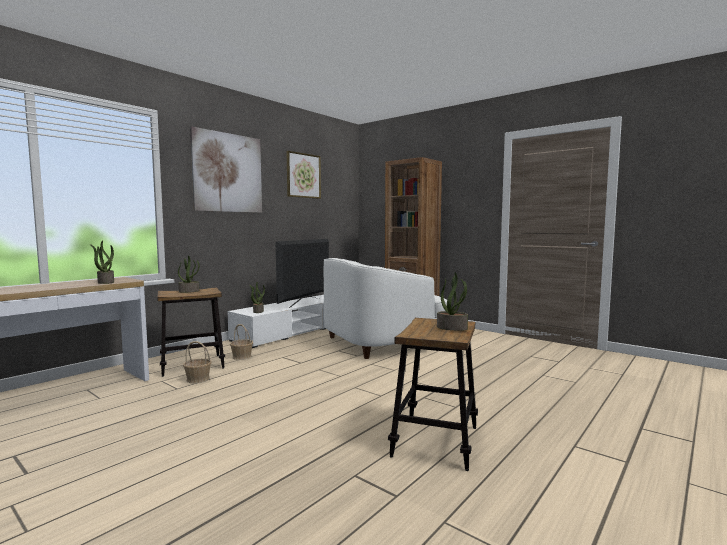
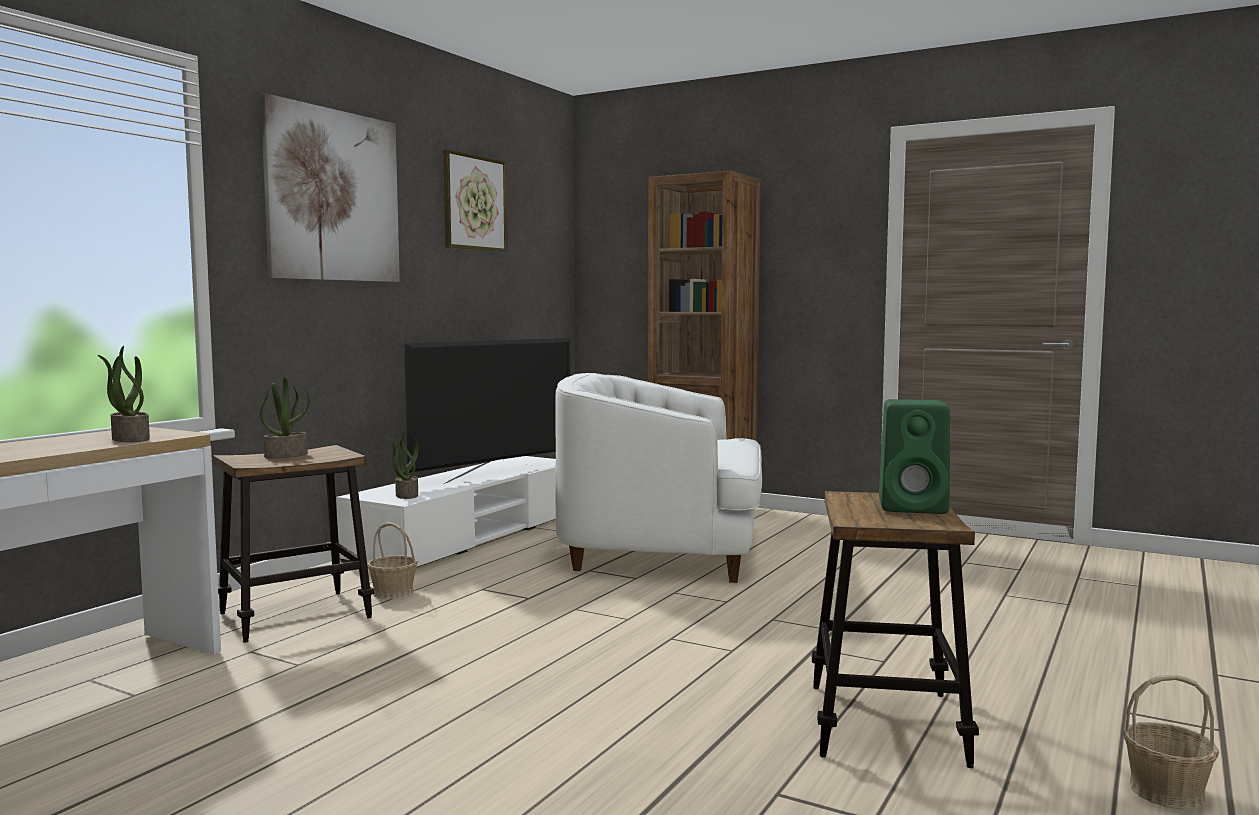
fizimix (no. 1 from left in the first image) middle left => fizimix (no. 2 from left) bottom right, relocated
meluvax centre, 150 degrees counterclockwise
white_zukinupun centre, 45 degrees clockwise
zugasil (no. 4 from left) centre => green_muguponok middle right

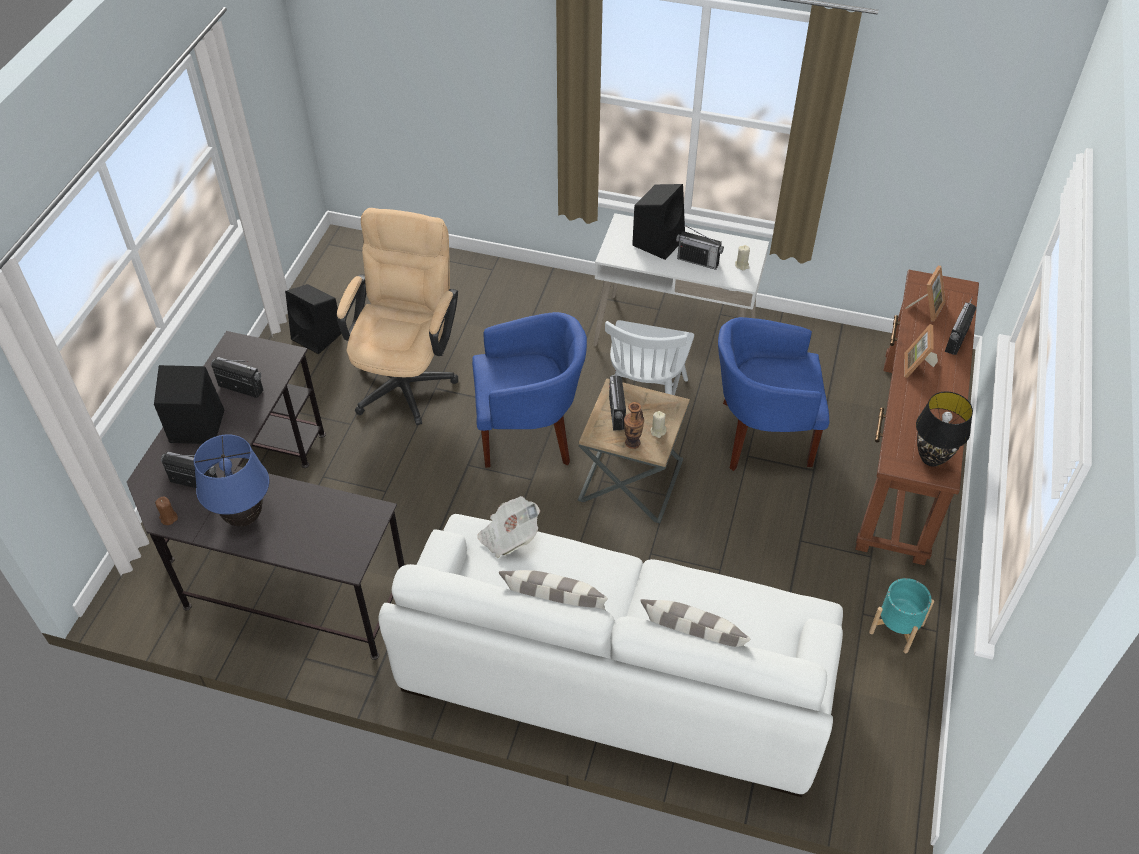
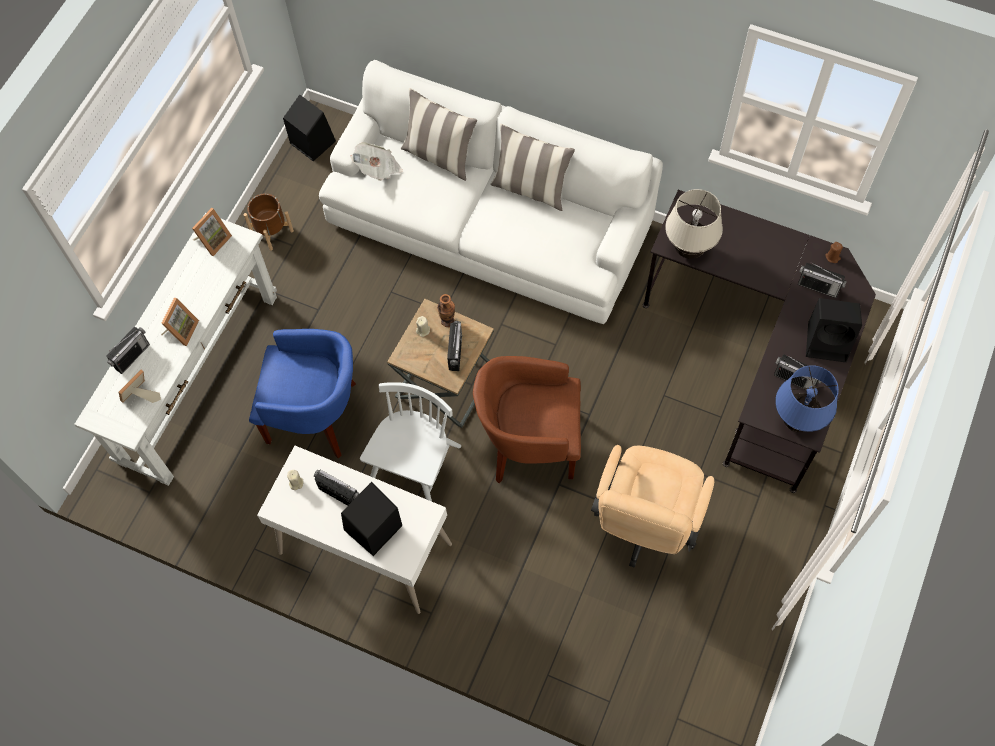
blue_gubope middle left => blue_gubope middle right, relocated
black_muguponok (no. 2 from left in the first image) middle left => black_muguponok (no. 1 from left) top left, relocated
blue_zukinupun (no. 1 from left) centre => brown_zukinupun centre
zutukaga centre => zutukaga top centre, relocated
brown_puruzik middle right => white_puruzik middle left
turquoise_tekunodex bottom right => brown_tekunodex top left
black_gubope middle right => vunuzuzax (no. 3 from left) top left
nothing => beige_gubope top right

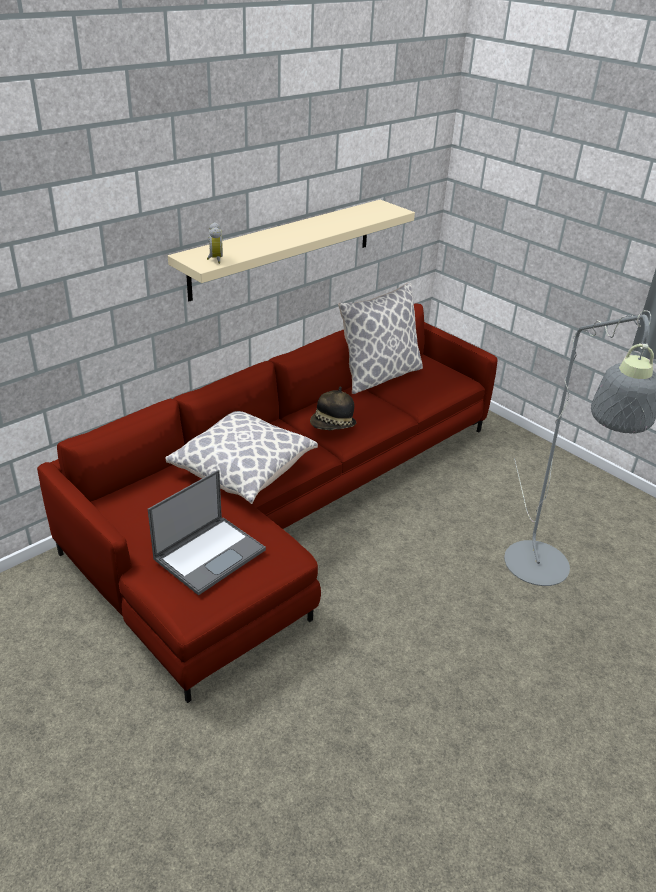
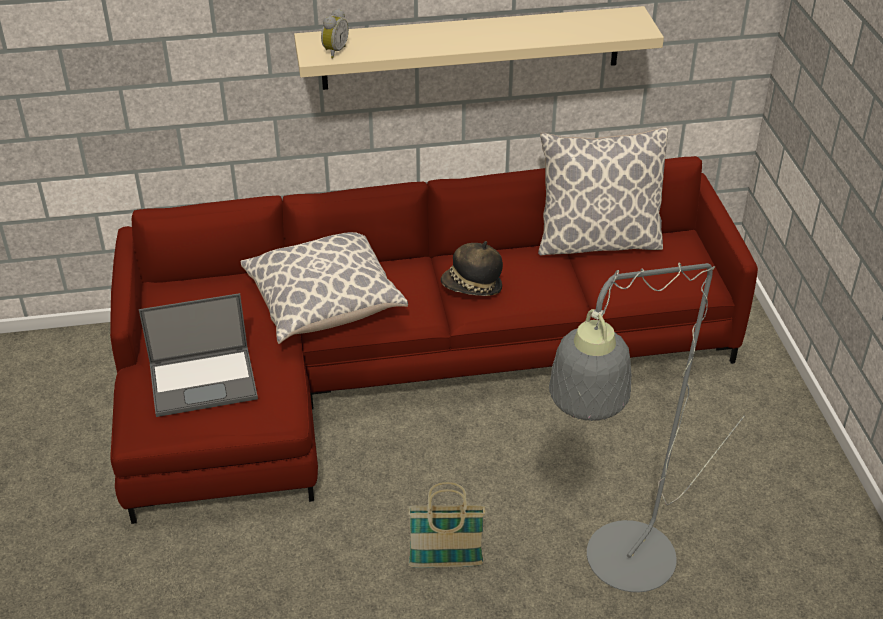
nothing => fizimix bottom centre

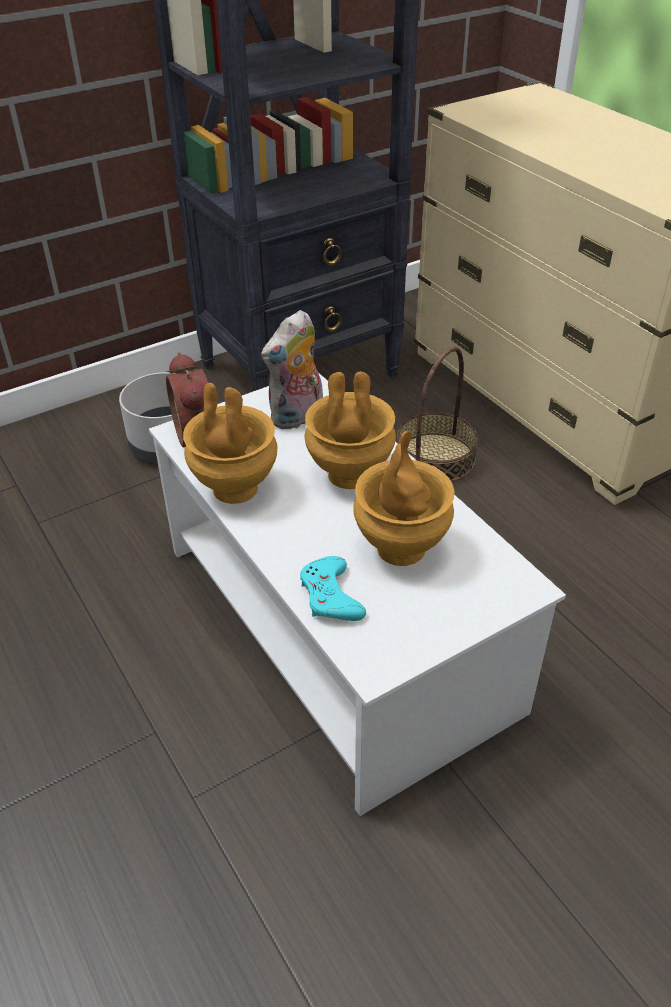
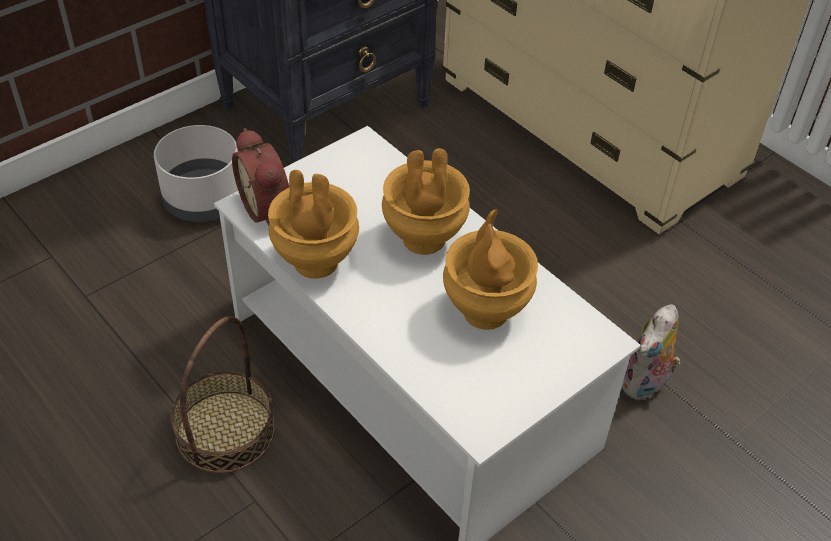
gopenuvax centre => gopenuvax middle right, relocated
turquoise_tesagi centre => nothing
fizimix centre => fizimix bottom left, relocated

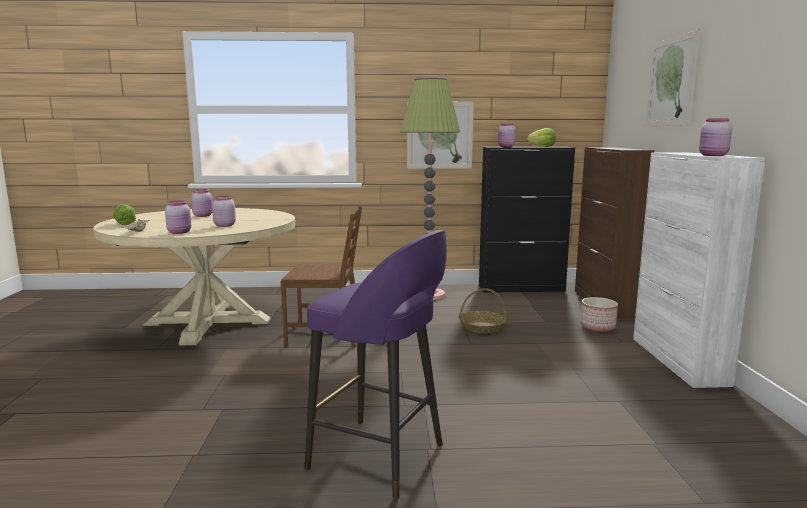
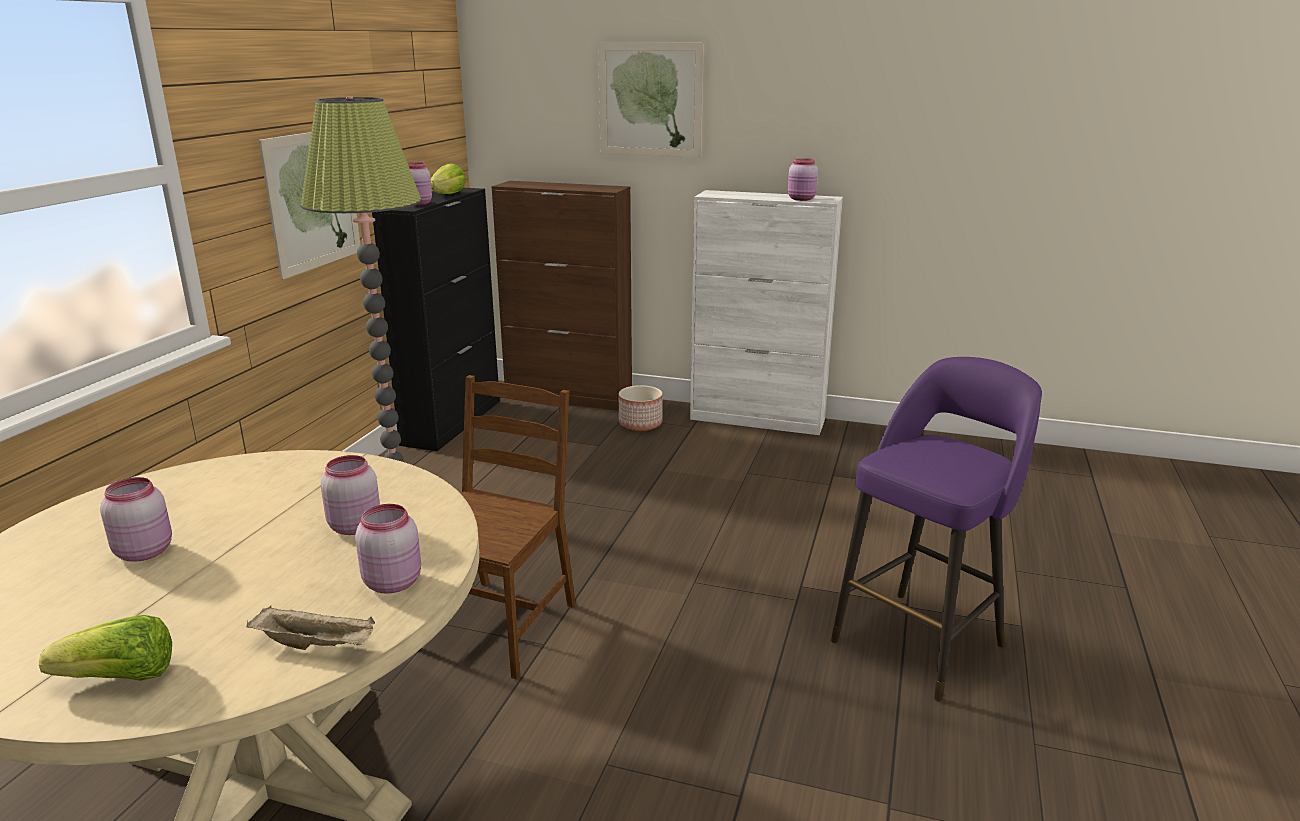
fizimix centre => nothing

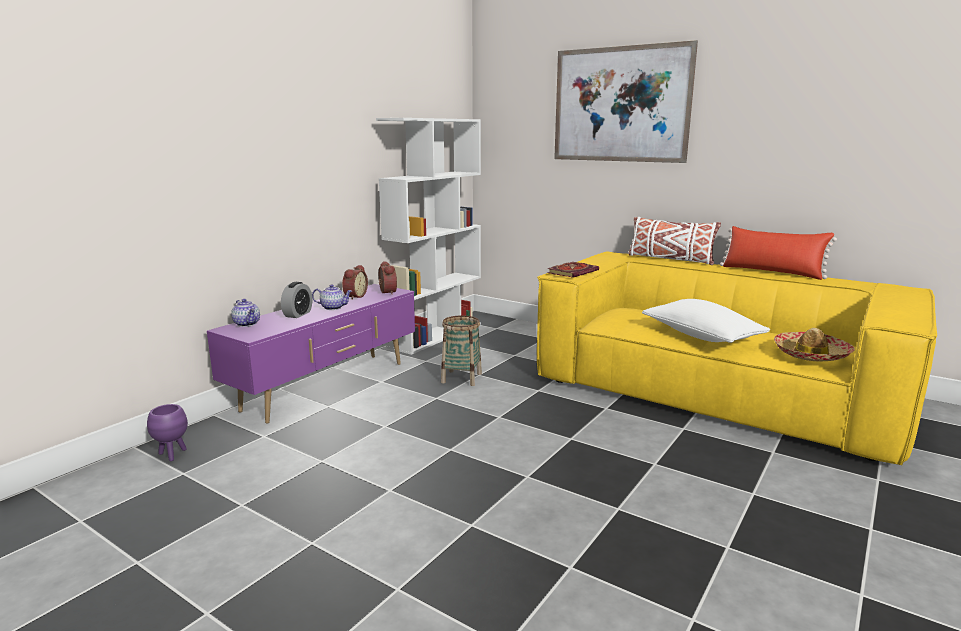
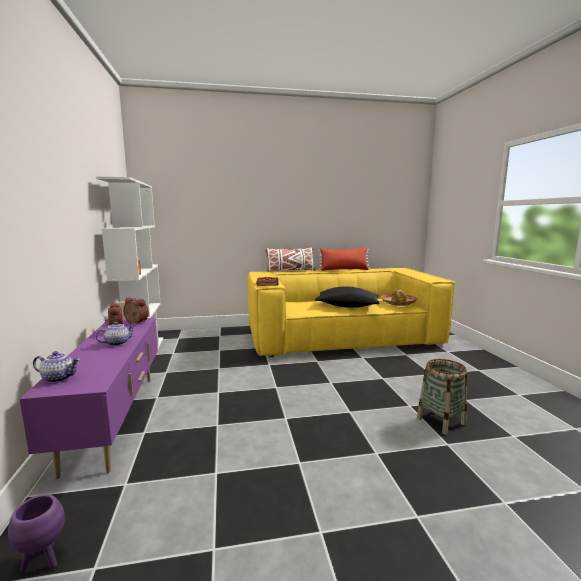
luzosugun (no. 1 from left) middle left => nothing
fizimix centre => fizimix bottom right, relocated
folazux top centre => nothing
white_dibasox (no. 2 from left) middle right => black_dibasox centre

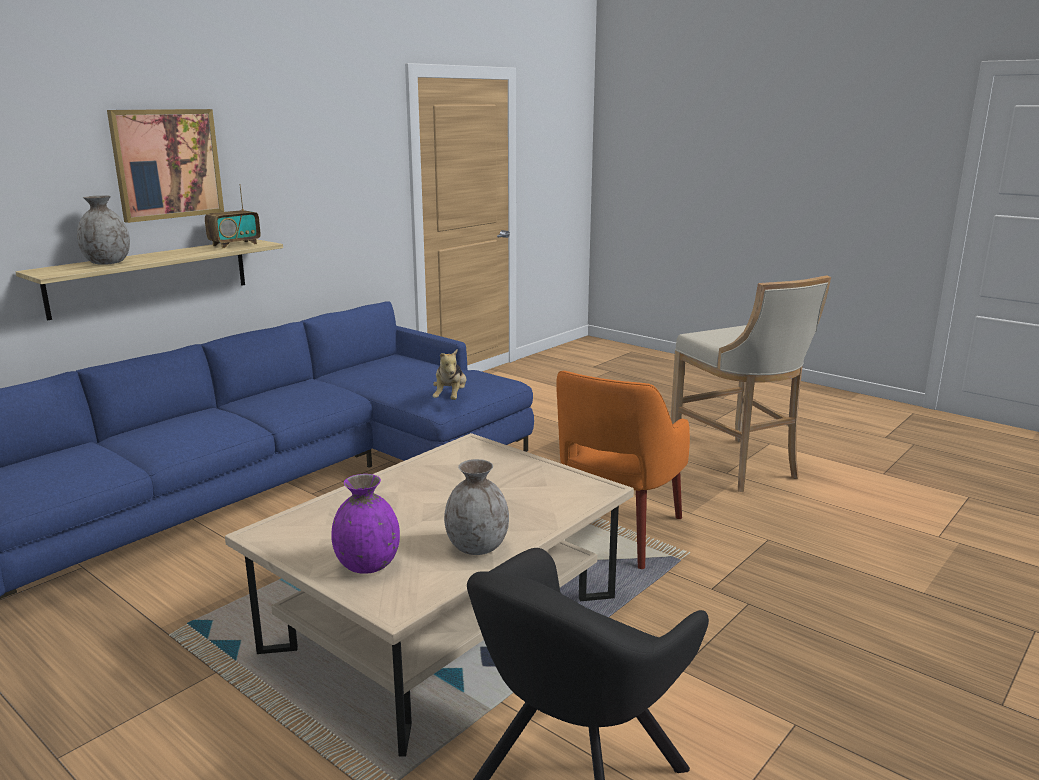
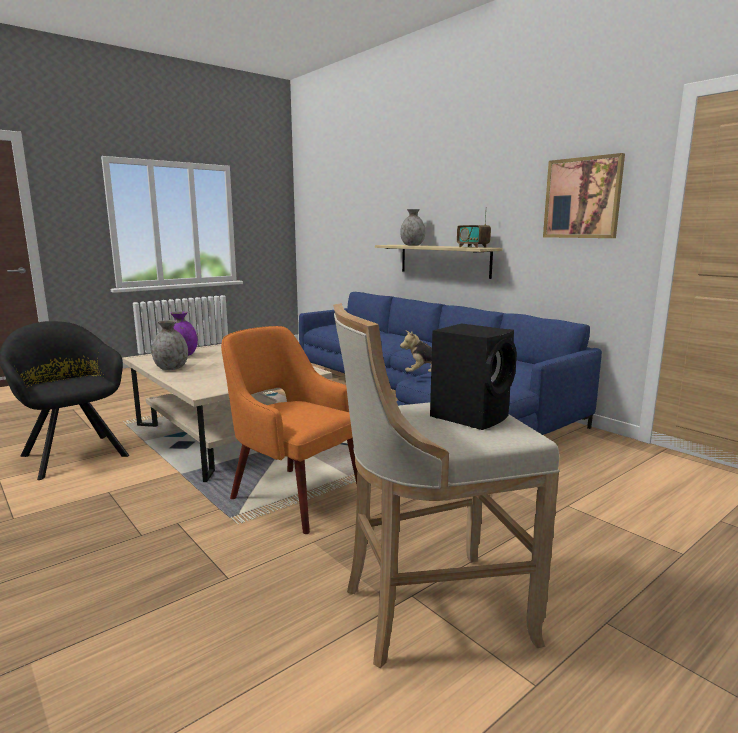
folazux top left => folazux top right, relocated
nothing => black_muguponok centre

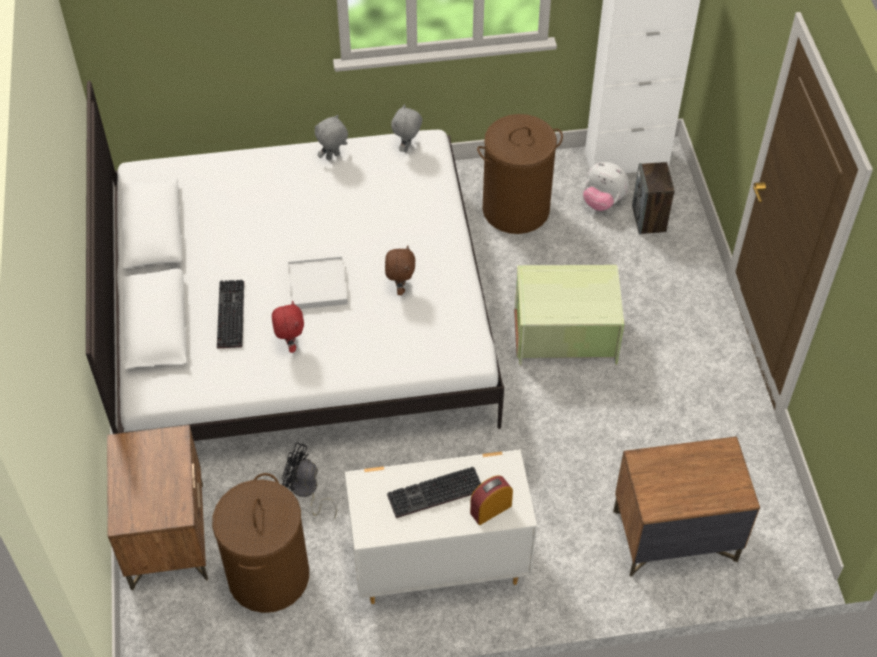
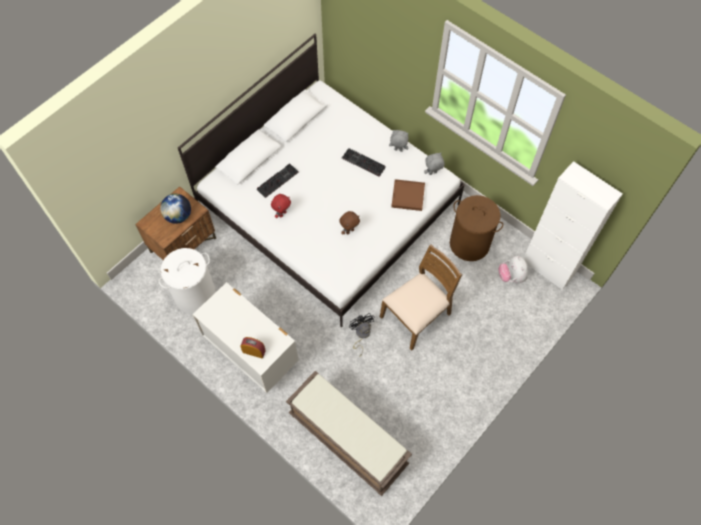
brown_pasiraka (no. 1 from left) bottom left => white_pasiraka middle left
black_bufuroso bottom centre => black_bufuroso centre, relocated
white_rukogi centre => nothing
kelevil (no. 2 from left) bottom centre => kelevil (no. 2 from left) top centre, relocated
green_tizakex centre => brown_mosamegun centre
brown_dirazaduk (no. 2 from left) bottom right => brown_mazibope bottom centre
muguponok top right => nothing
nothing => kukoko middle left
nothing => brown_rukogi centre

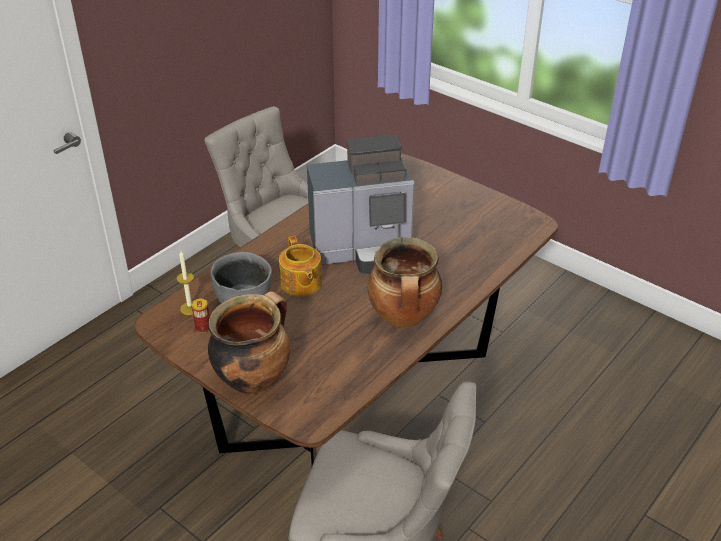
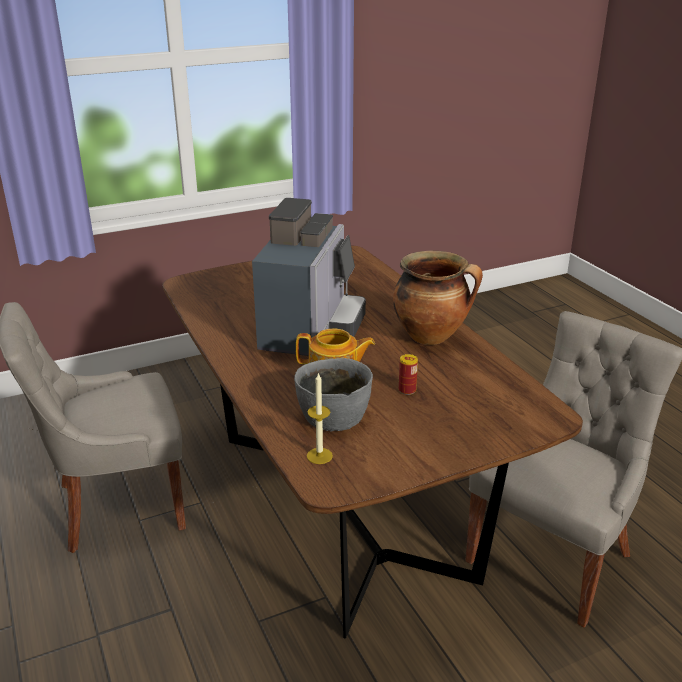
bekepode middle left => bekepode centre, relocated
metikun (no. 1 from left) centre => nothing

